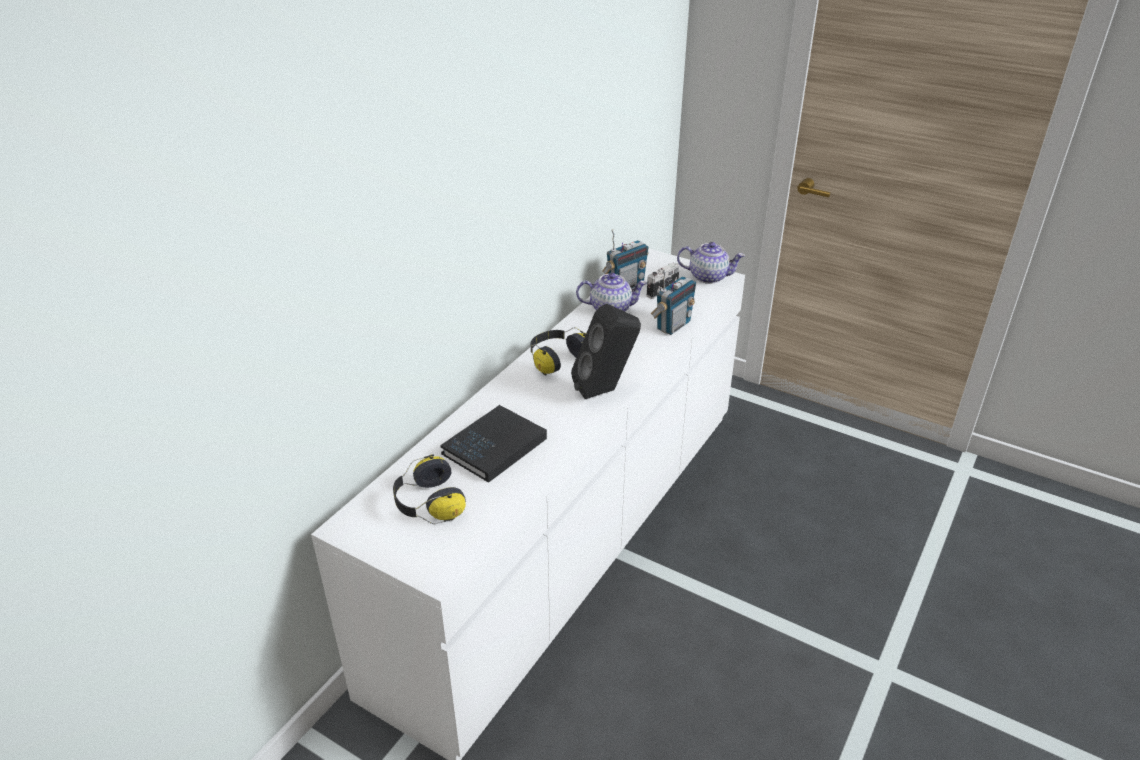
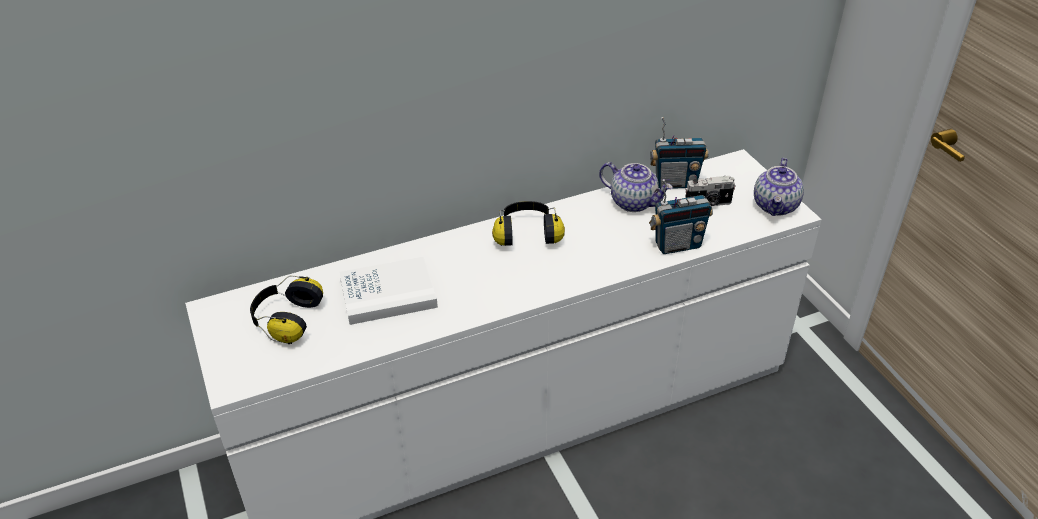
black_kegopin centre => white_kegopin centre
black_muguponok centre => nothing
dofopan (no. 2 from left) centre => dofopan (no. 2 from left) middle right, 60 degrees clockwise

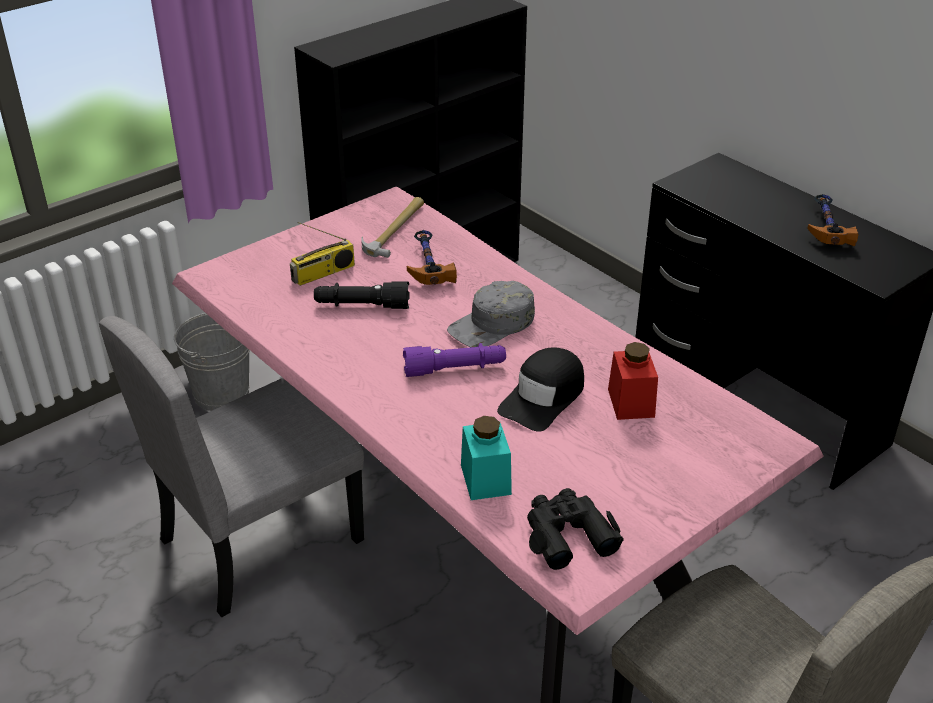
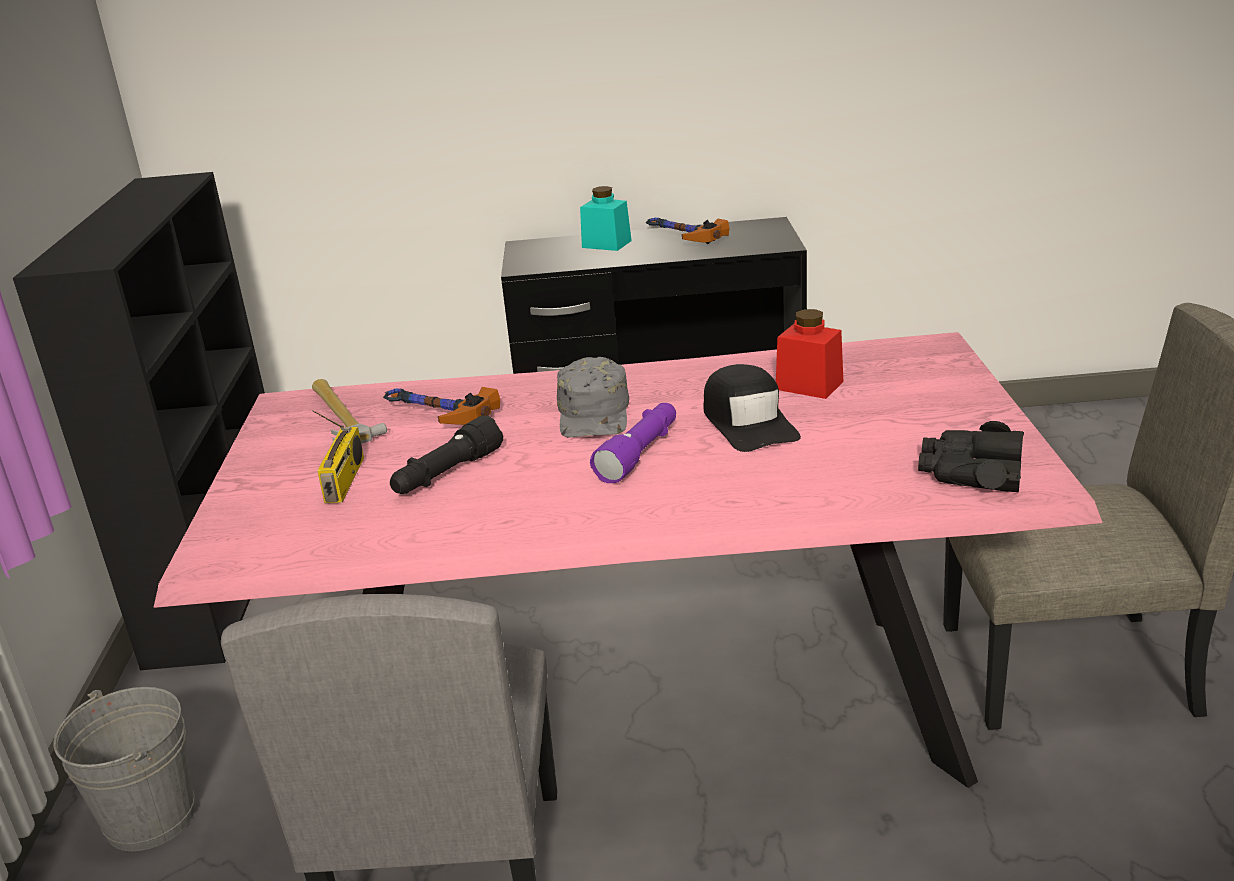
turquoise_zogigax centre => turquoise_zogigax top centre, relocated

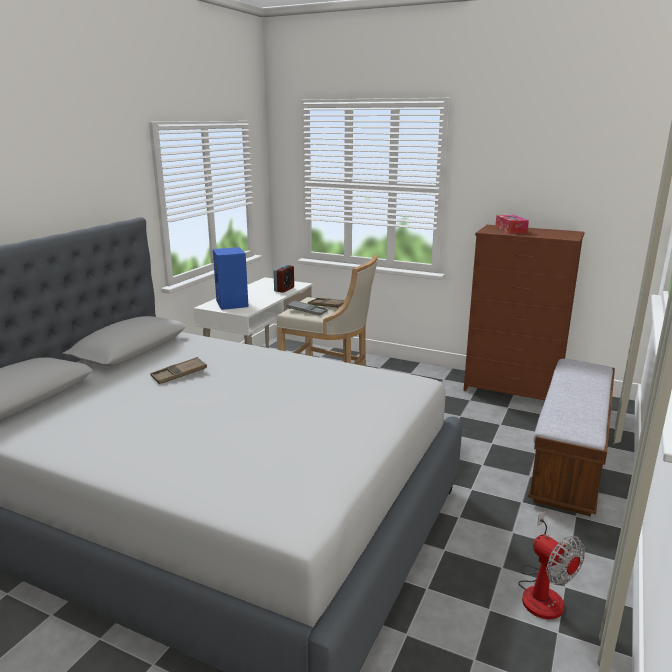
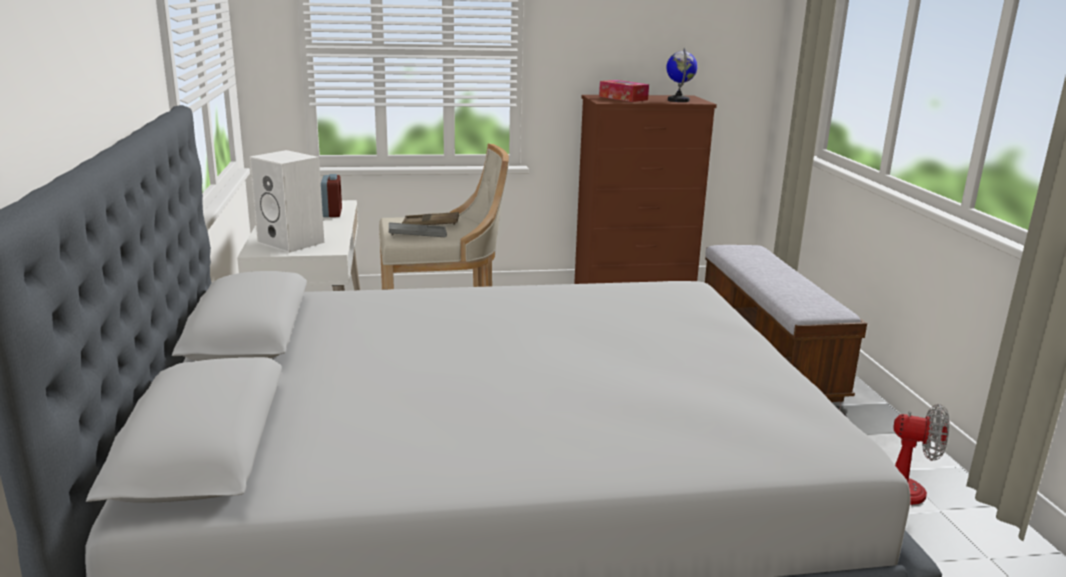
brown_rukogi (no. 1 from left) middle left => nothing
blue_muguponok centre => white_muguponok middle left
nothing => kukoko top centre

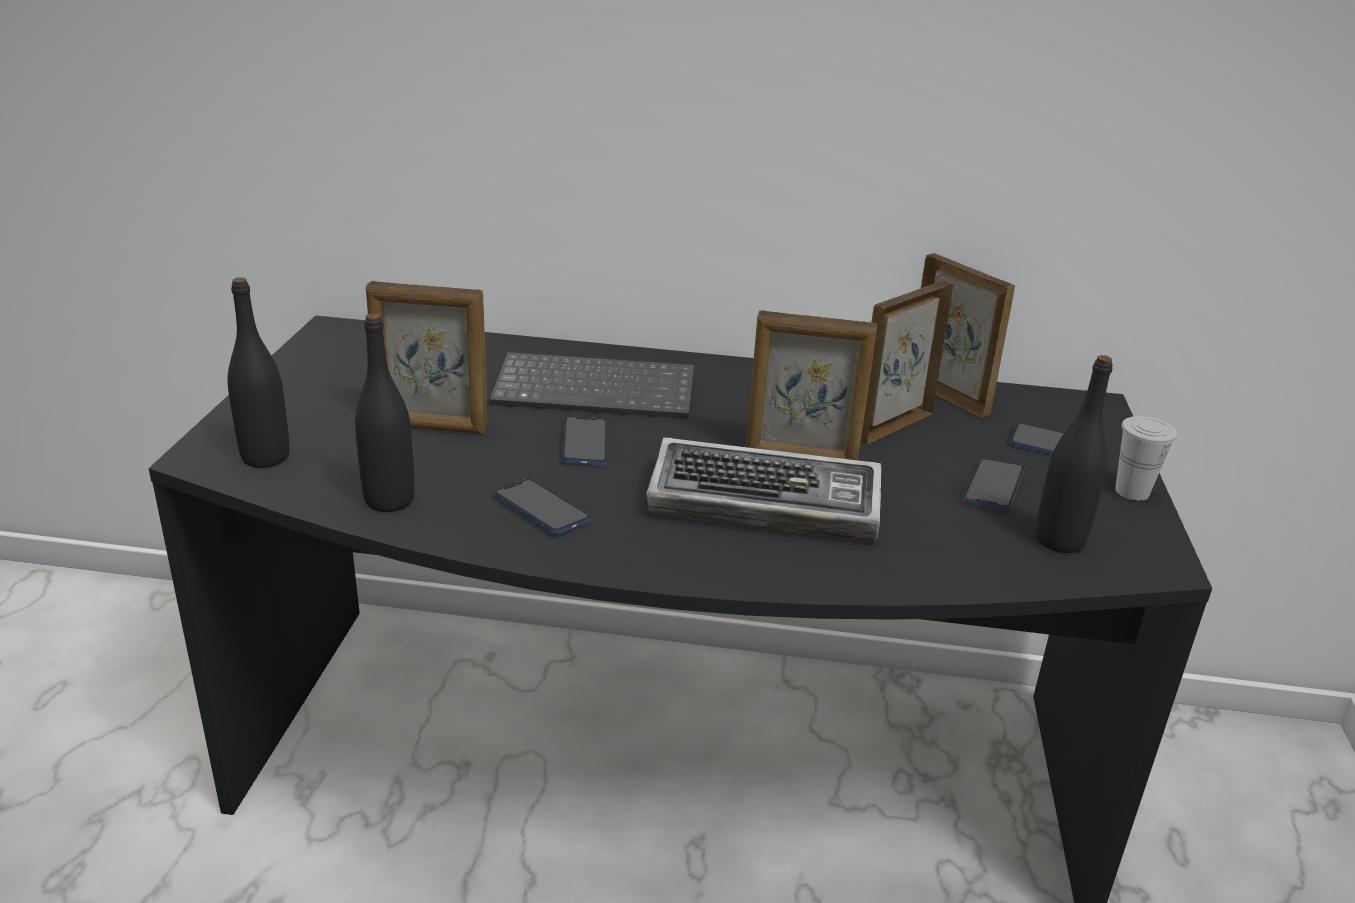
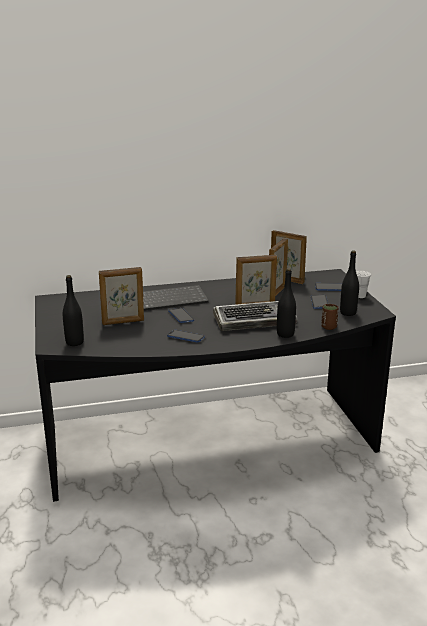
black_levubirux (no. 2 from left) middle left => black_levubirux (no. 2 from left) middle right, relocated
nothing => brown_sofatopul middle right

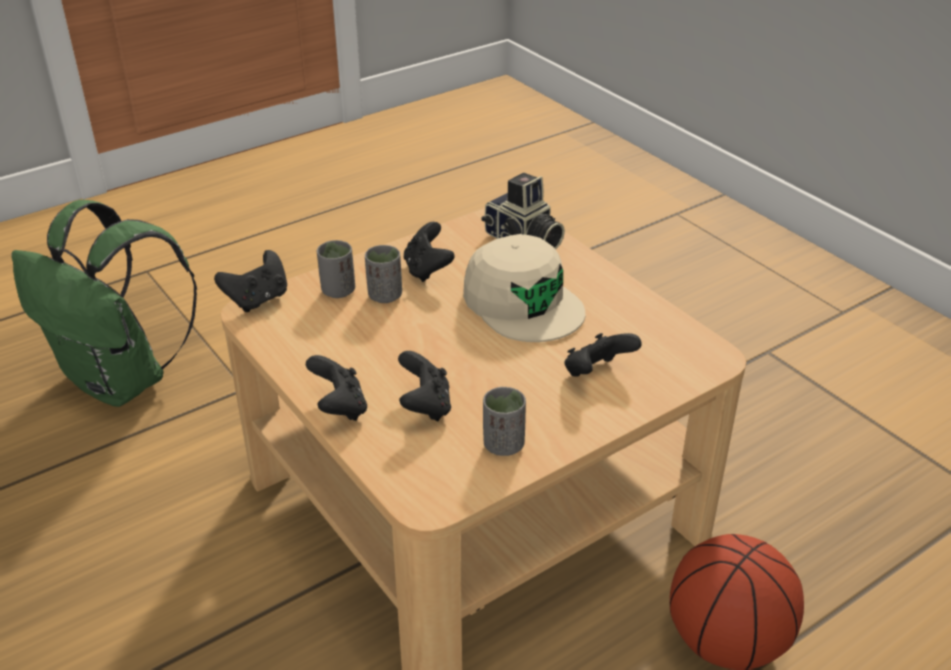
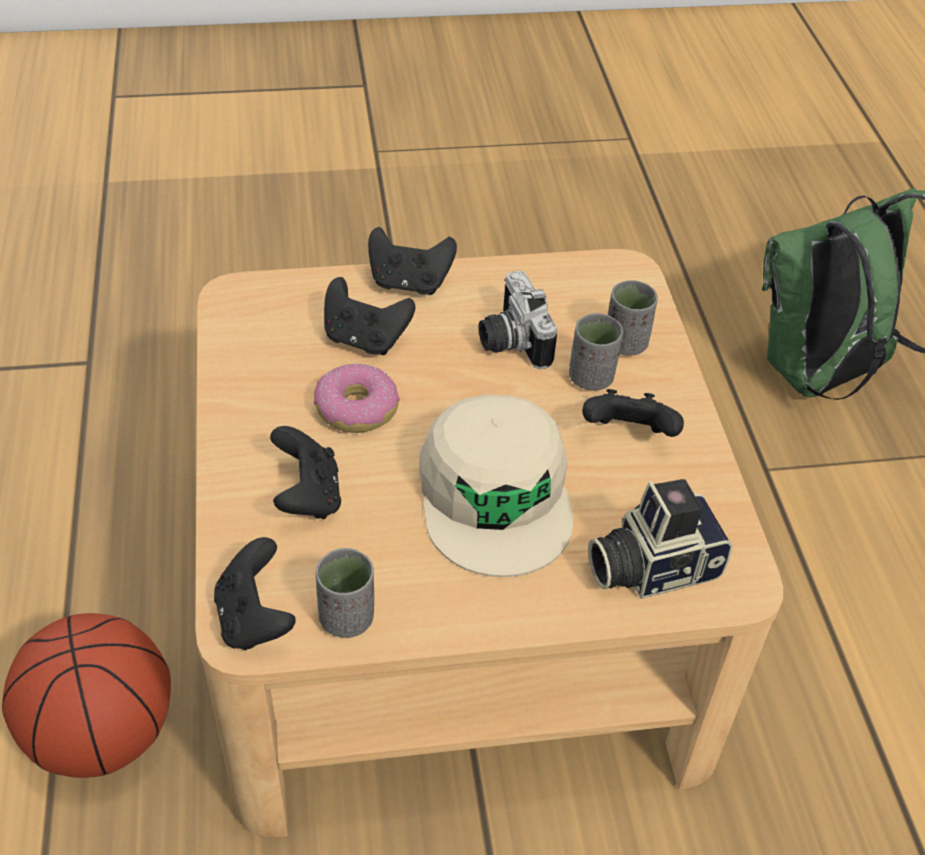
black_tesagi (no. 1 from left) middle left => black_tesagi (no. 1 from left) bottom left, relocated
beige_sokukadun centre, 90 degrees counterclockwise
grey_sofatopul (no. 3 from left in the first image) centre => grey_sofatopul (no. 1 from left) bottom centre, relocated
nothing => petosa centre
nothing => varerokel (no. 1 from left) centre

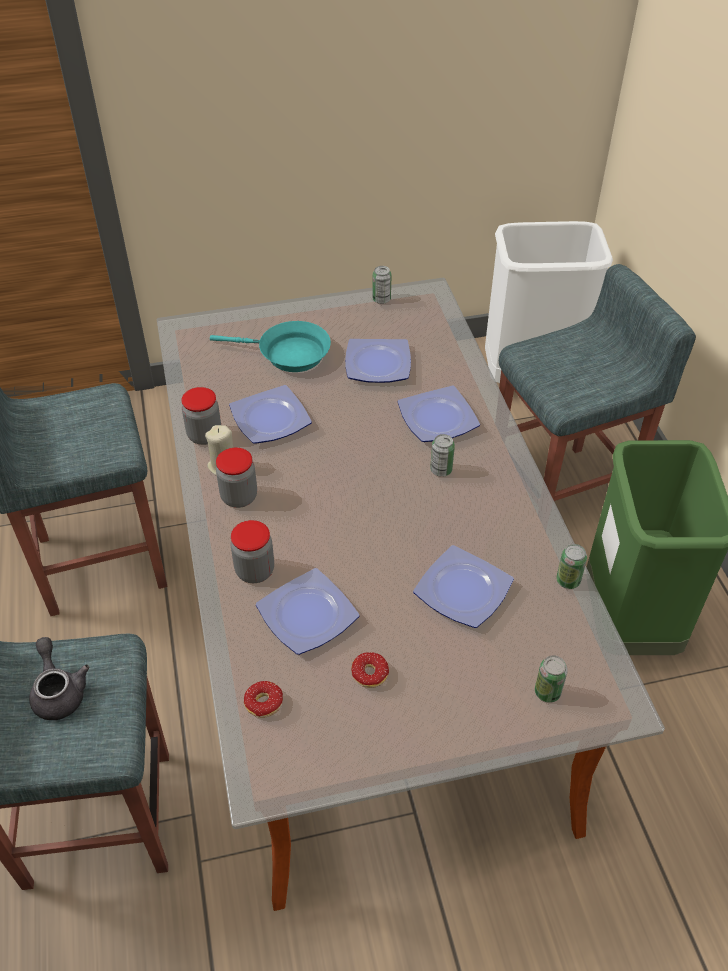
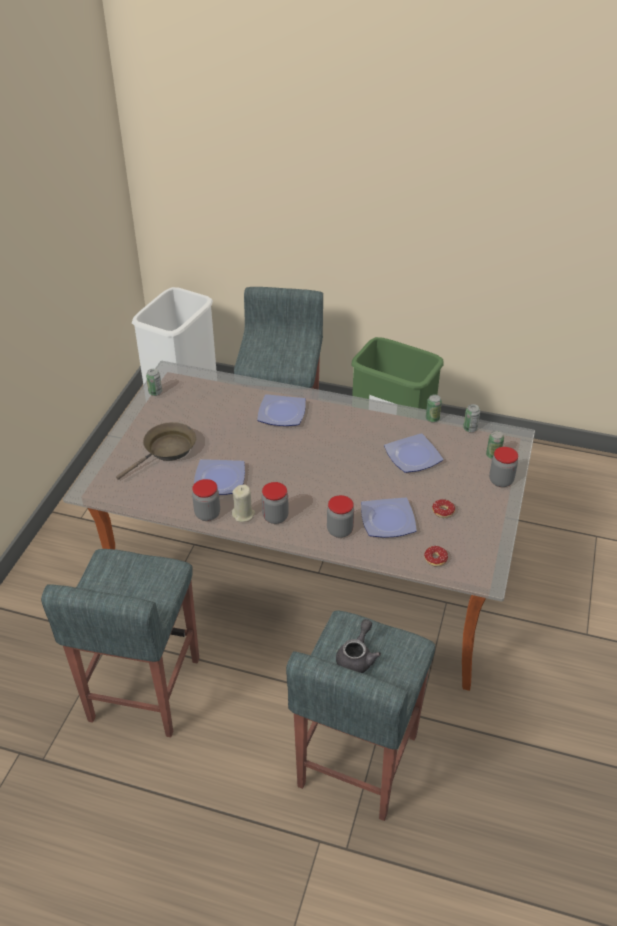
grey_dofopan bottom left => grey_dofopan bottom centre, 105 degrees clockwise
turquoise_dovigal centre => brown_dovigal middle left
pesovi (no. 3 from left) centre => nothing
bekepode (no. 2 from left in the first image) centre => bekepode (no. 3 from left) middle right, relocated
nothing => zogigax (no. 4 from left) middle right

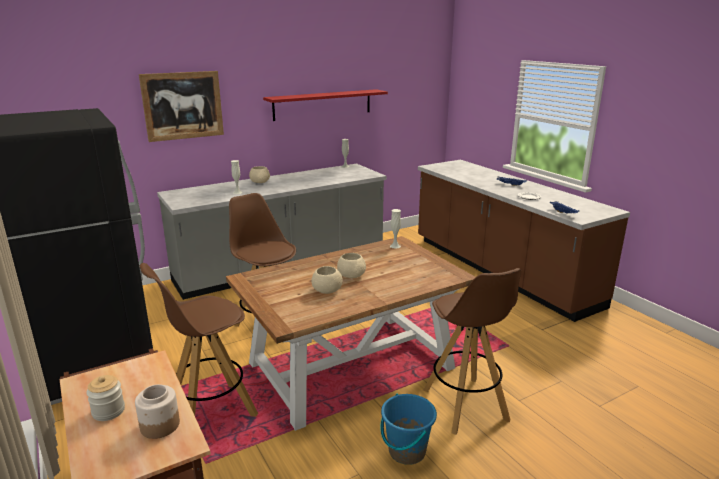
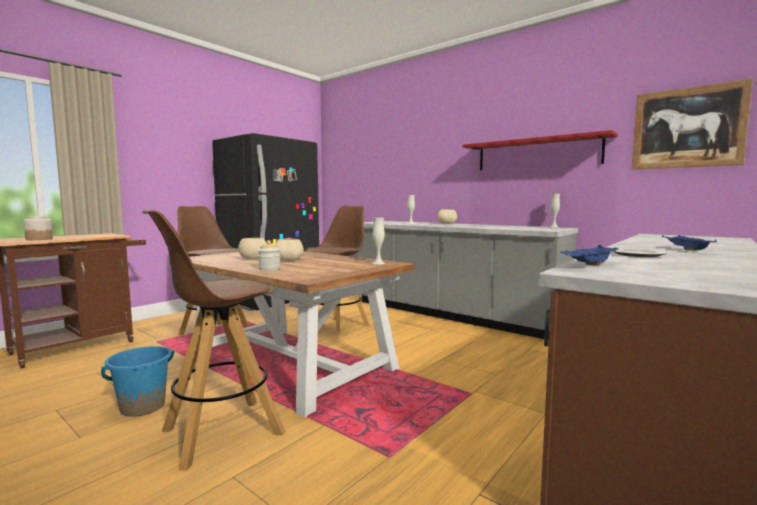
zogigax (no. 1 from left in the first image) bottom left => zogigax (no. 2 from left) centre, relocated
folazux top left => folazux top right, relocated

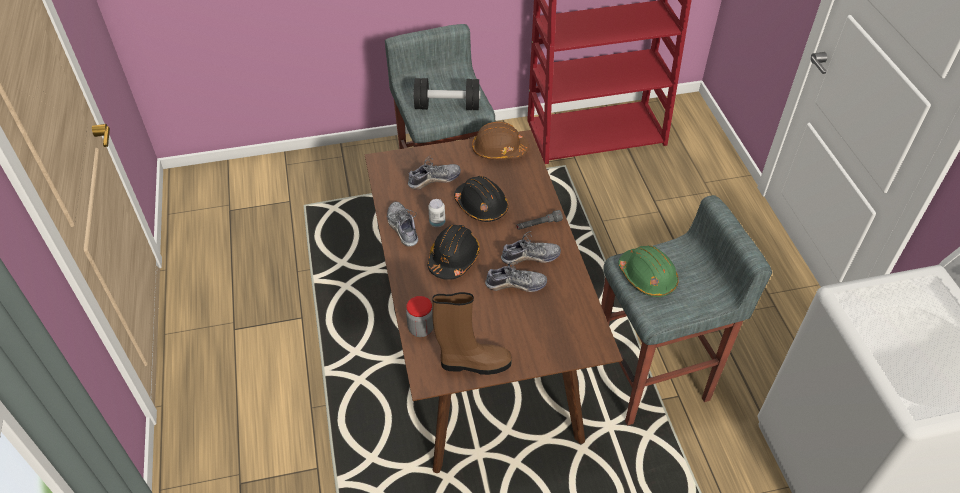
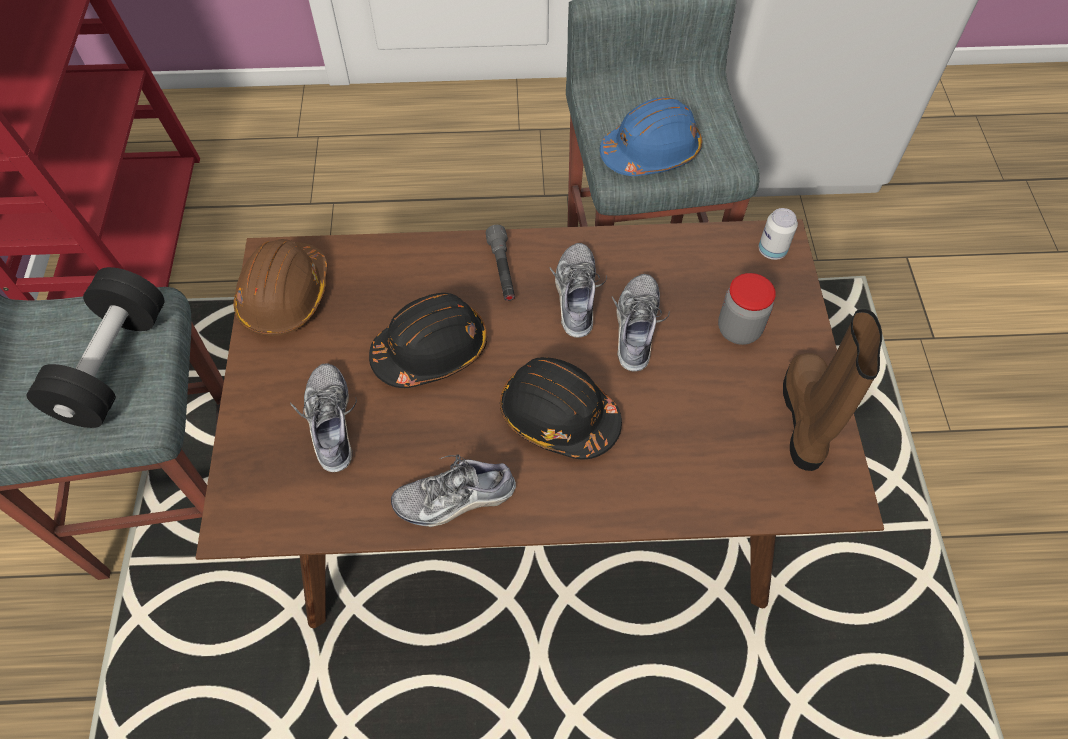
zogigax centre => zogigax middle right, relocated
bekepode centre => bekepode top right, relocated
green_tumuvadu middle right => blue_tumuvadu top centre

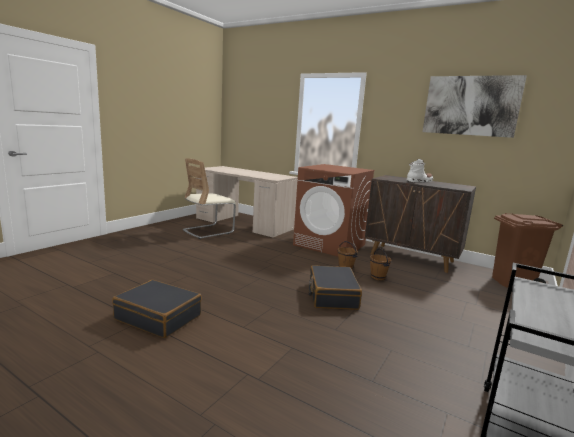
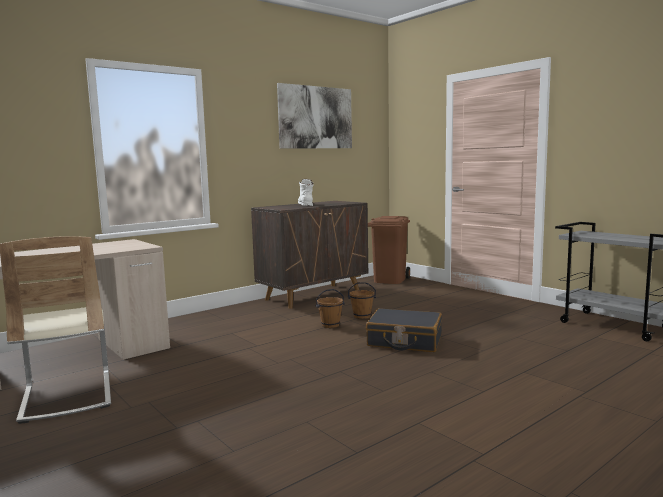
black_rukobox (no. 1 from left) bottom left => nothing
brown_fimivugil centre => nothing

